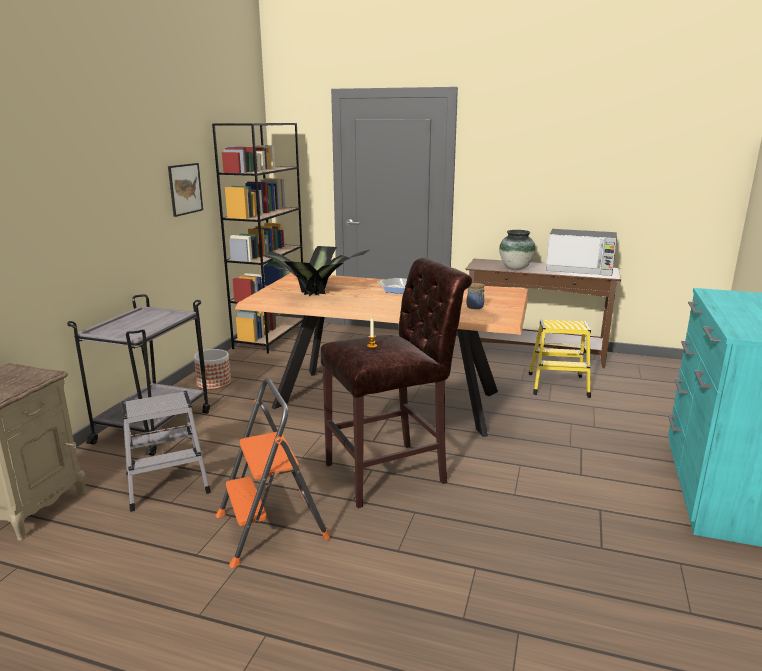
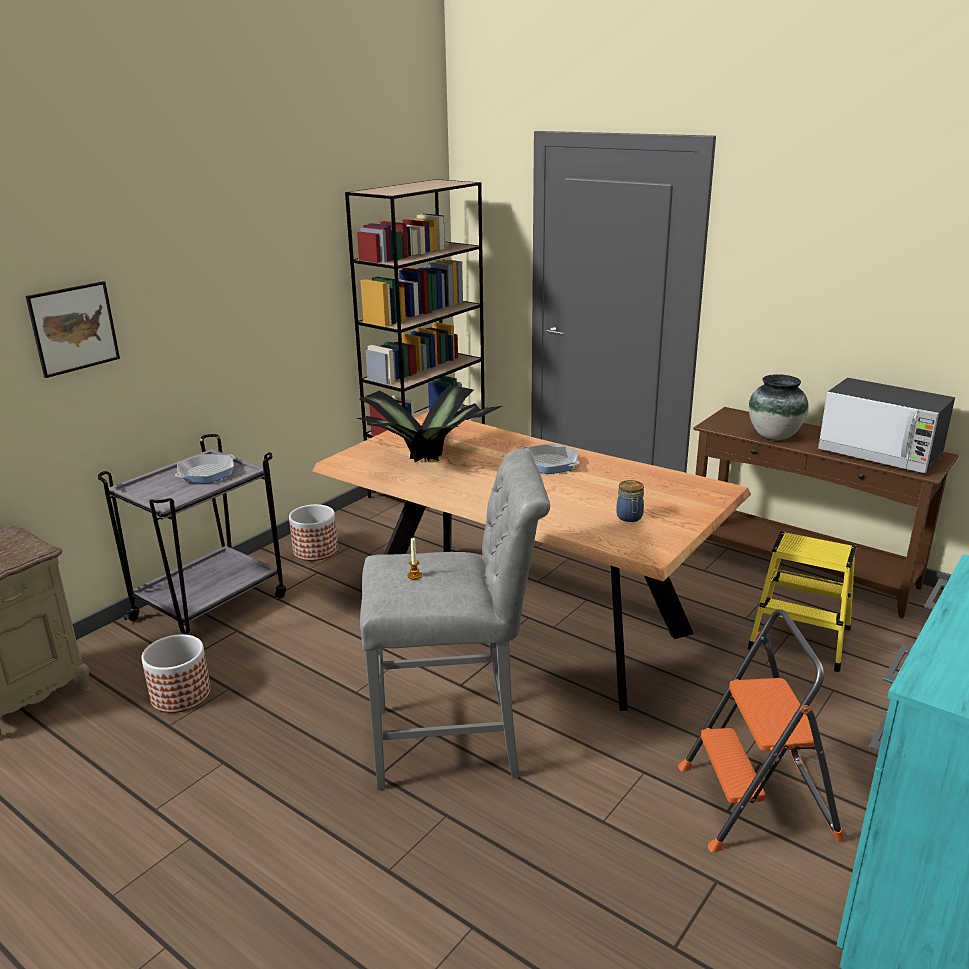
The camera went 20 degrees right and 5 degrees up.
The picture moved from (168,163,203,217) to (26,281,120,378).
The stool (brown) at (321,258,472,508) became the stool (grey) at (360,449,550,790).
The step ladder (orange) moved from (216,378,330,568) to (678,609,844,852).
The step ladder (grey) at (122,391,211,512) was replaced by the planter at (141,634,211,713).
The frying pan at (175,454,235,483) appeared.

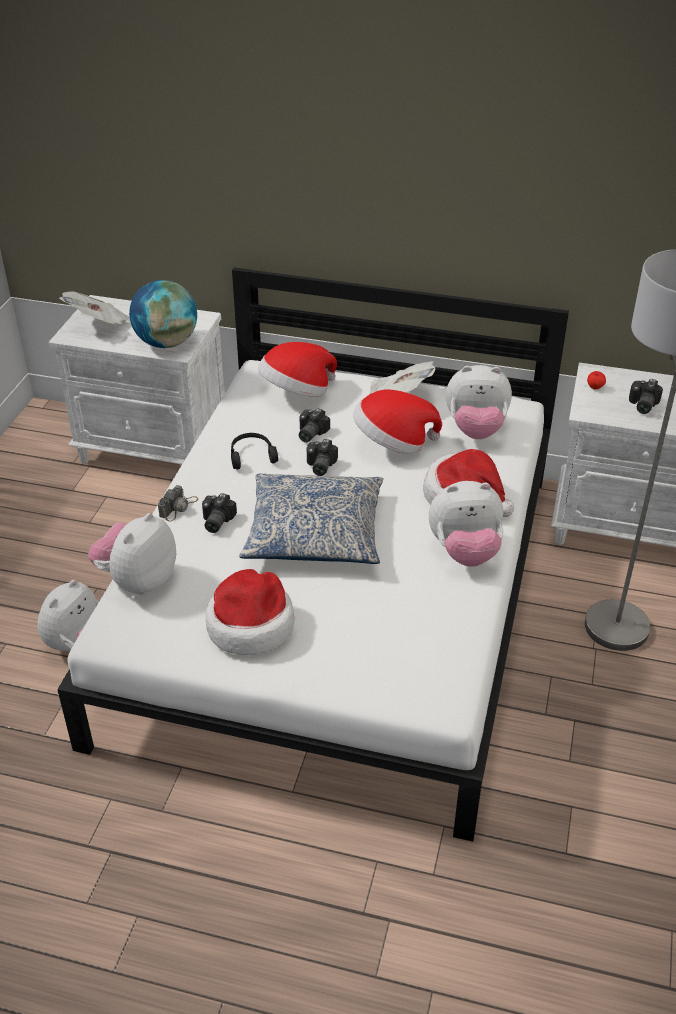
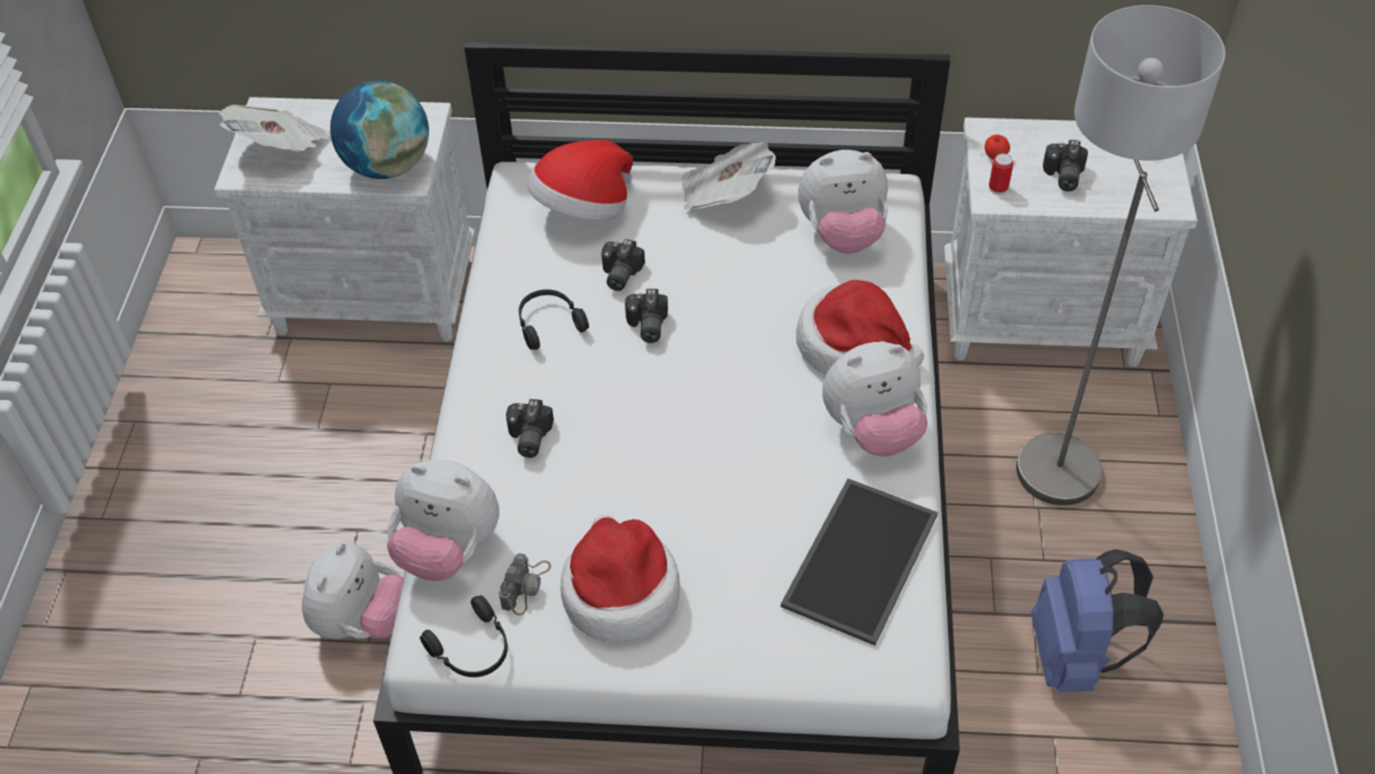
The camera went 10 degrees left and 10 degrees up.
The hat at (353,390,442,454) disappeared.
The pillow at (239,473,383,564) disappeared.
The photo camera moved from (158,485,198,522) to (499,553,551,615).
The plush toy at (88,513,176,595) turned 90 degrees counterclockwise.
The can at (989,153,1013,195) appeared.
The tray at (781,478,938,646) appeared.
The backpack (blue) at (1031,549,1164,692) appeared.
The headphones (black) at (420,595,508,677) appeared.

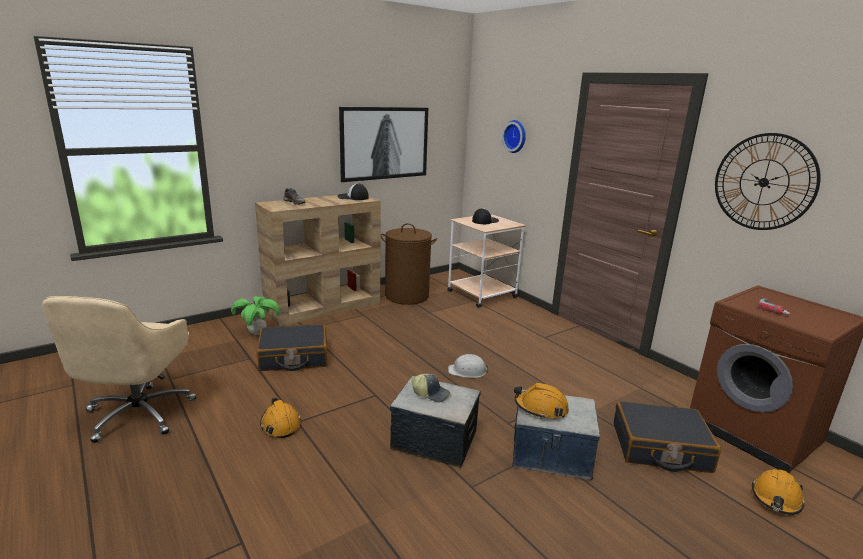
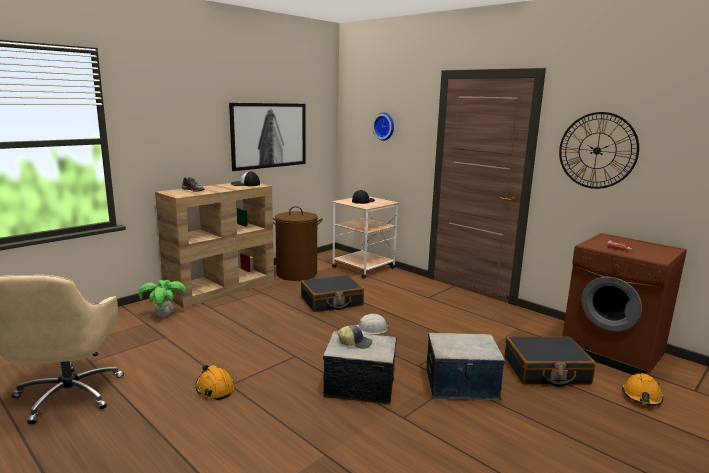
The camera went 10 degrees left and 5 degrees down.
The suitcase (black) moved from (257,324,327,371) to (301,275,364,312).
The hard hat (orange) at (514,383,569,419) disappeared.

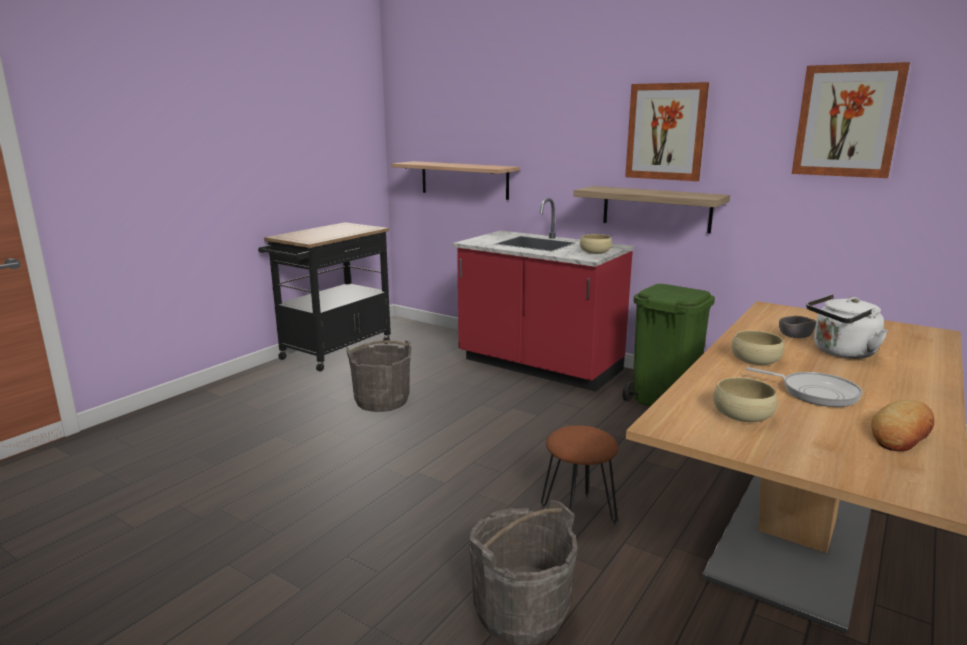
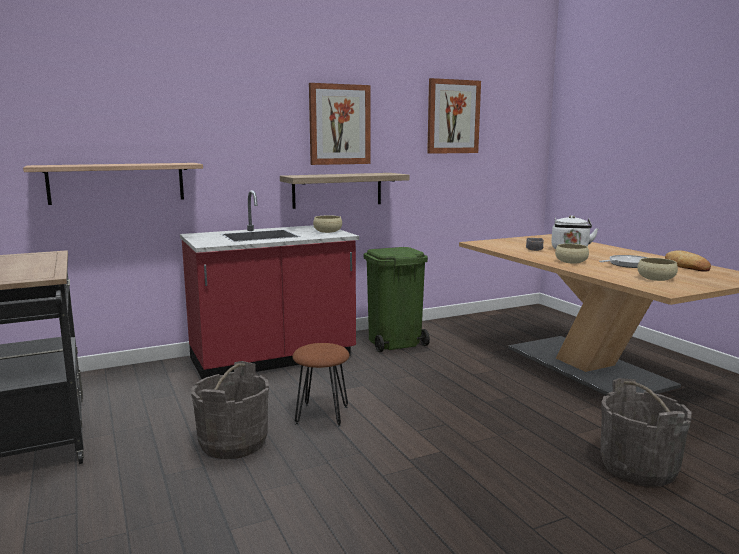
The camera went 60 degrees left and 5 degrees down.
The stool (brown) moved from (541,425,618,525) to (293,343,350,427).

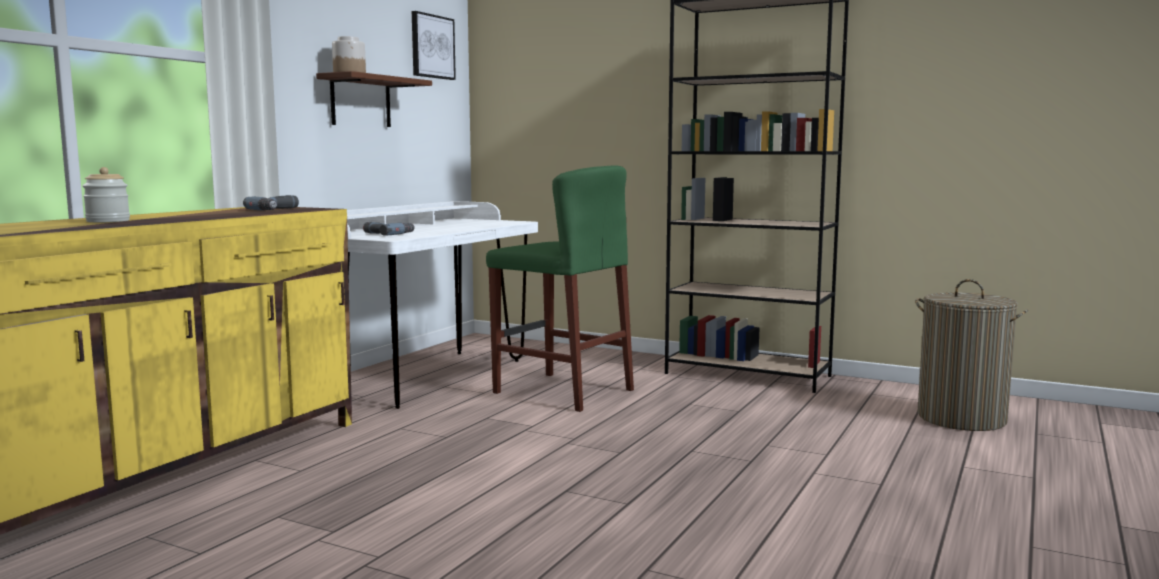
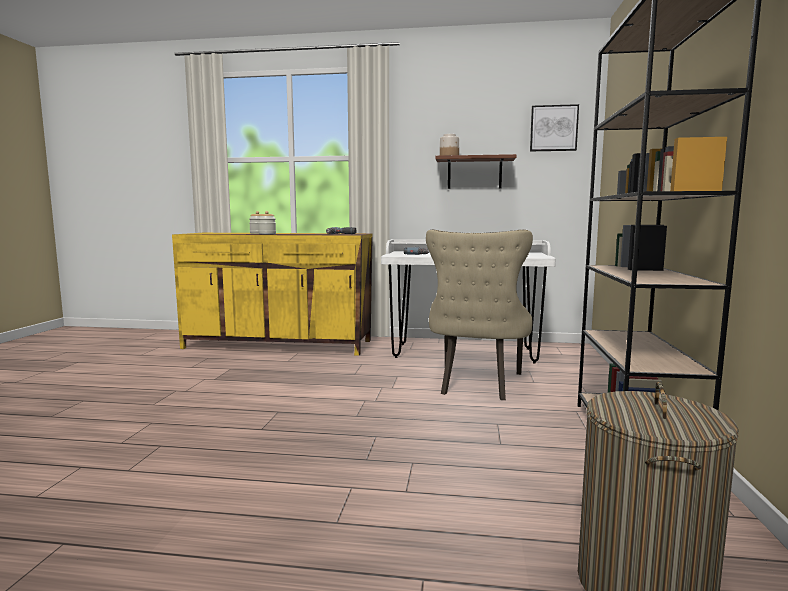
The camera went 70 degrees right and 0 degrees up.
The stool (green) at (486,165,634,412) was replaced by the chair (beige) at (426,229,533,400).
The jar at (258,211,276,234) appeared.

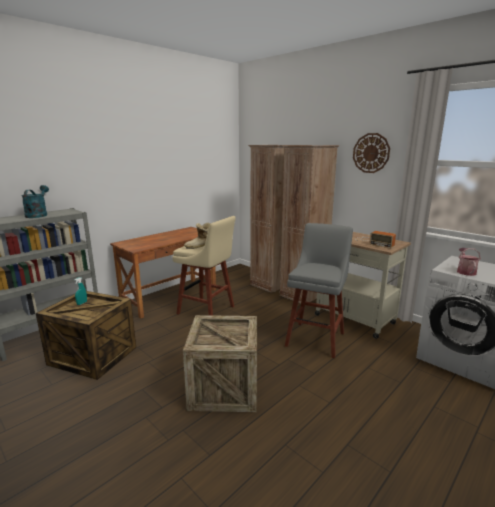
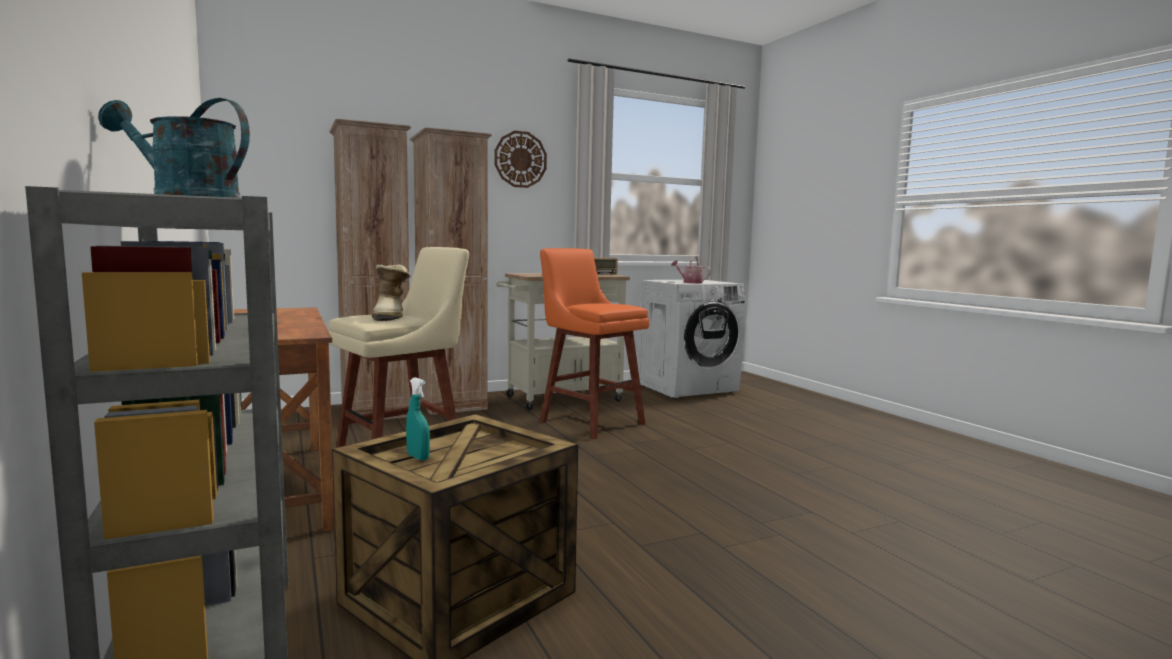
The camera went 70 degrees left and 10 degrees down.
The stool (grey) at (285,223,353,358) became the stool (orange) at (540,248,650,439).
The crate at (183,315,257,412) disappeared.

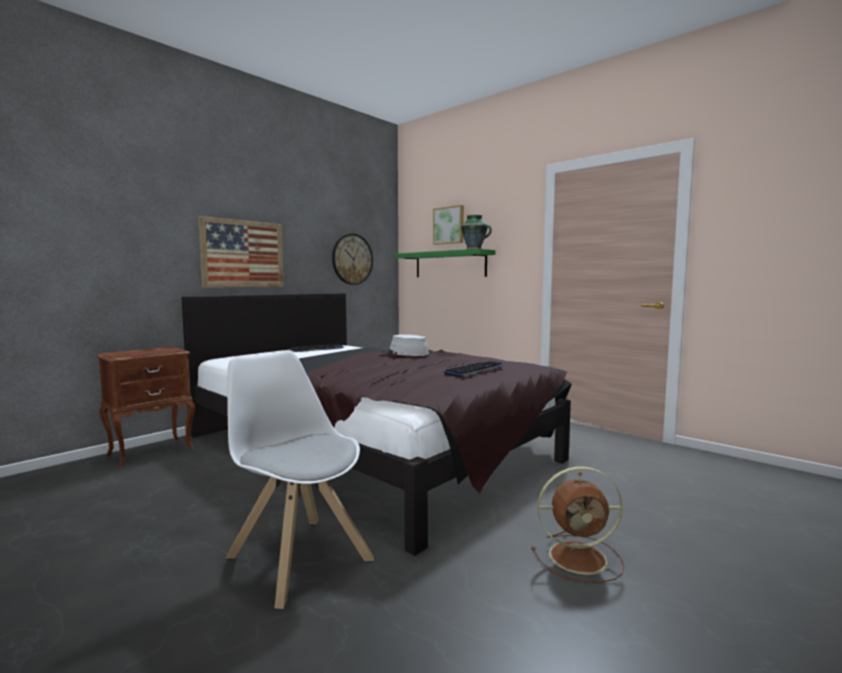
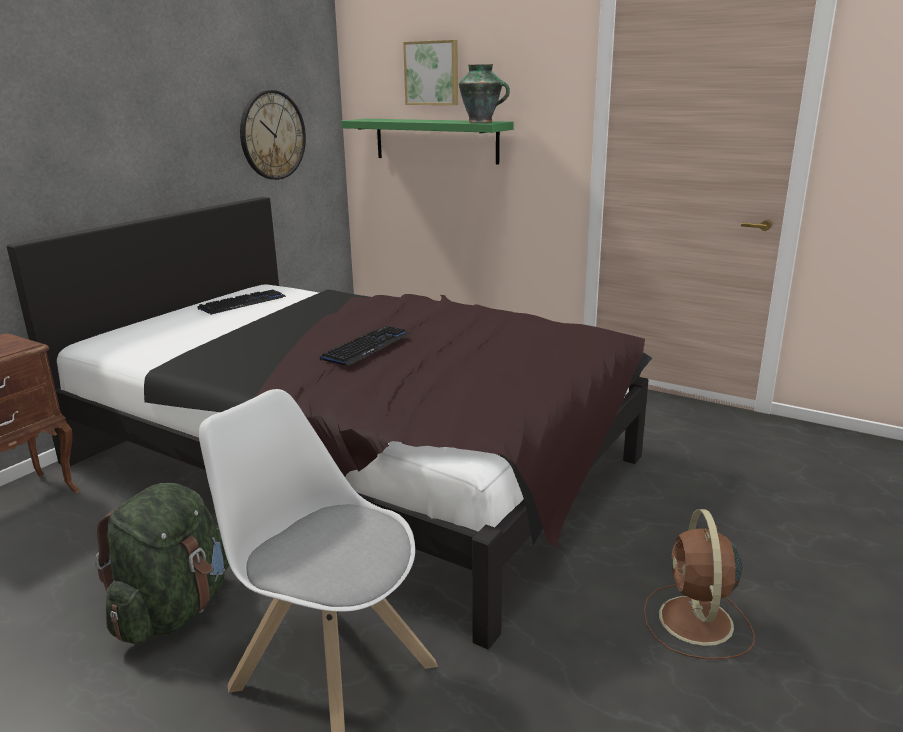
The camera went 10 degrees left and 15 degrees up.
The picture at (198,216,284,288) disappeared.
The hat (grey) at (381,334,429,356) disappeared.
The keyboard moved from (444,361,505,377) to (320,326,410,366).
The fan (brown) at (531,467,624,583) turned 105 degrees clockwise.
The backpack (green) at (95,483,229,644) appeared.

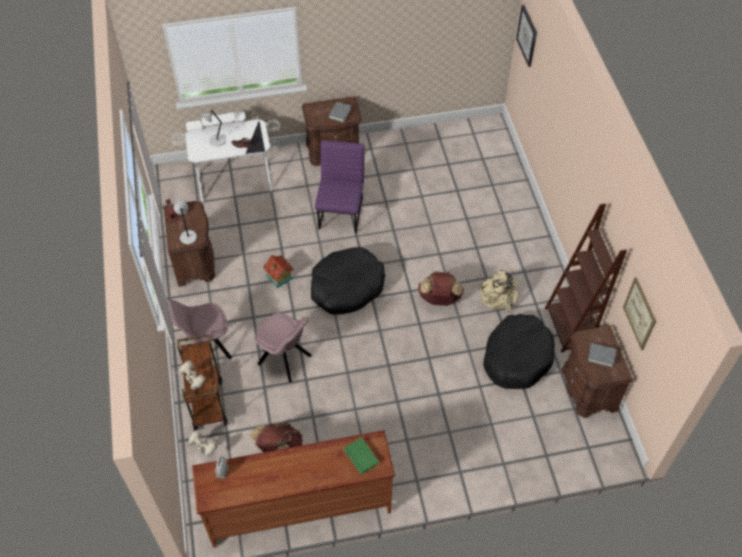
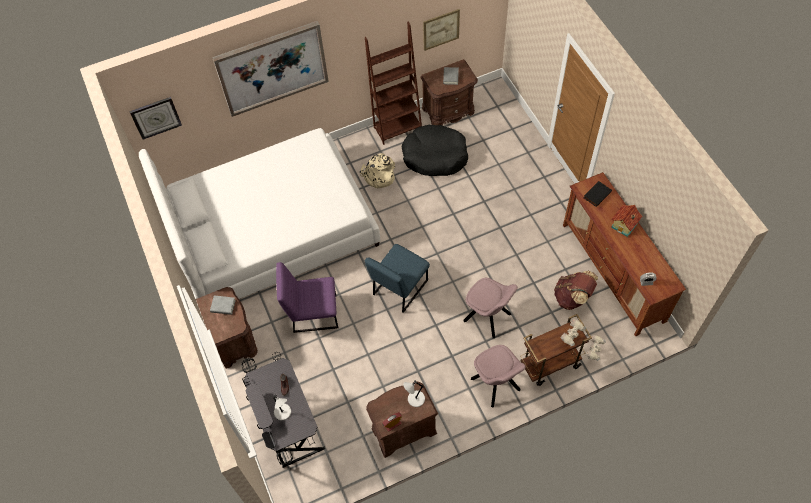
The camera went 100 degrees left and 5 degrees up.
The desk (white) at (172,111,280,202) became the desk (black) at (241,352,325,468).
The dog bed (black) at (311,248,385,315) was replaced by the chair (blue) at (364,244,430,313).
The toy house moved from (263,255,294,288) to (611,205,642,237).
The backpack (brown) at (418,271,464,306) disappeared.
The chair (pink) at (254,313,312,382) turned 105 degrees clockwise.
The book (green) at (343,437,379,475) became the book (black) at (583,181,612,207).
The picture at (212,21,329,117) appeared.
The bed (white) at (139,128,381,299) appeared.

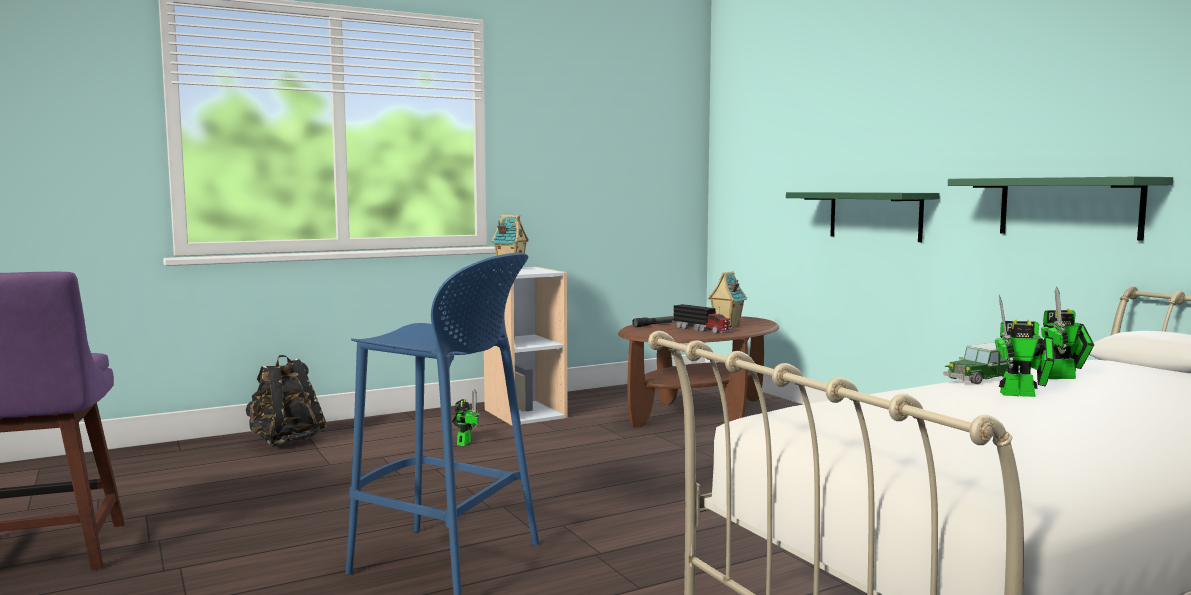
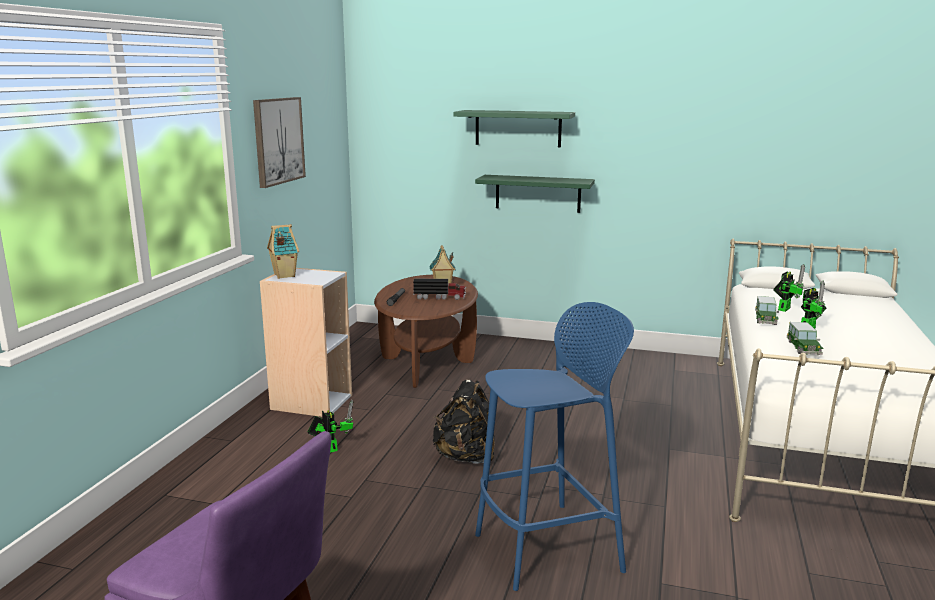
The camera went 45 degrees left and 10 degrees up.
The shelf (green) moved from (948,176,1173,241) to (454,110,575,147).
The backpack (black) moved from (246,355,327,447) to (433,380,495,464).
The picture at (253,97,306,188) appeared.
The toy car at (787,322,824,355) appeared.

